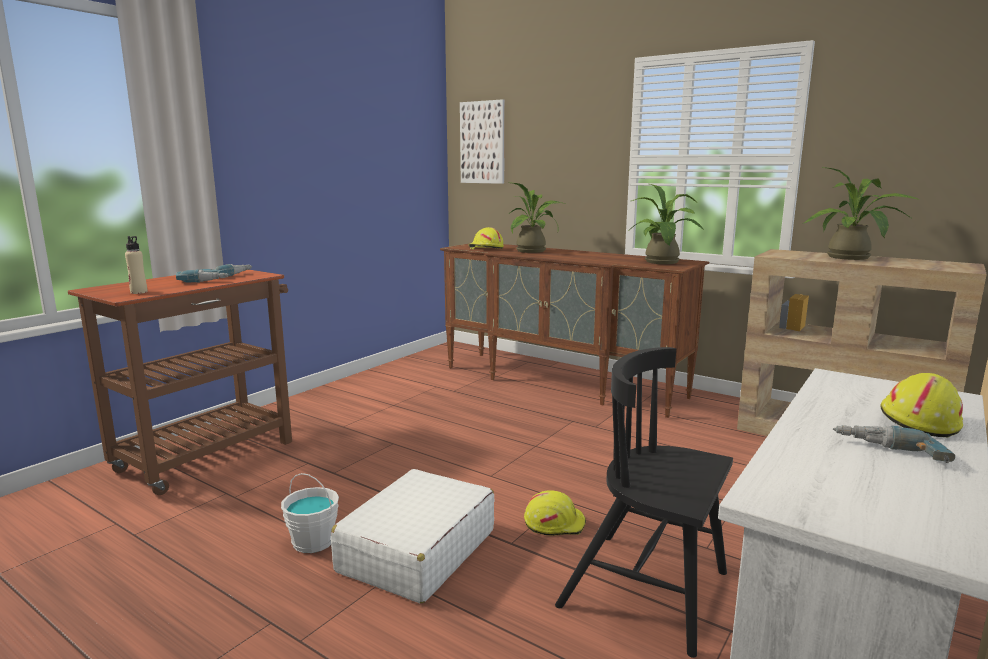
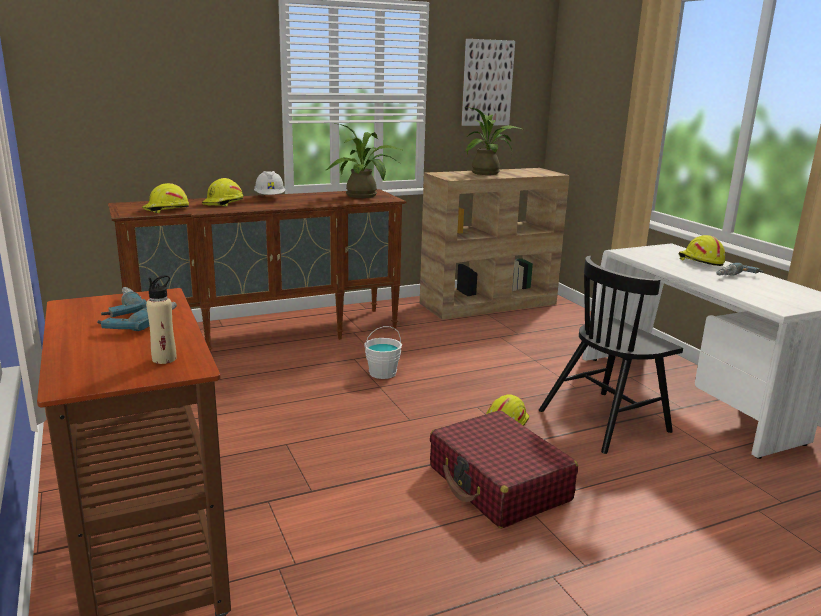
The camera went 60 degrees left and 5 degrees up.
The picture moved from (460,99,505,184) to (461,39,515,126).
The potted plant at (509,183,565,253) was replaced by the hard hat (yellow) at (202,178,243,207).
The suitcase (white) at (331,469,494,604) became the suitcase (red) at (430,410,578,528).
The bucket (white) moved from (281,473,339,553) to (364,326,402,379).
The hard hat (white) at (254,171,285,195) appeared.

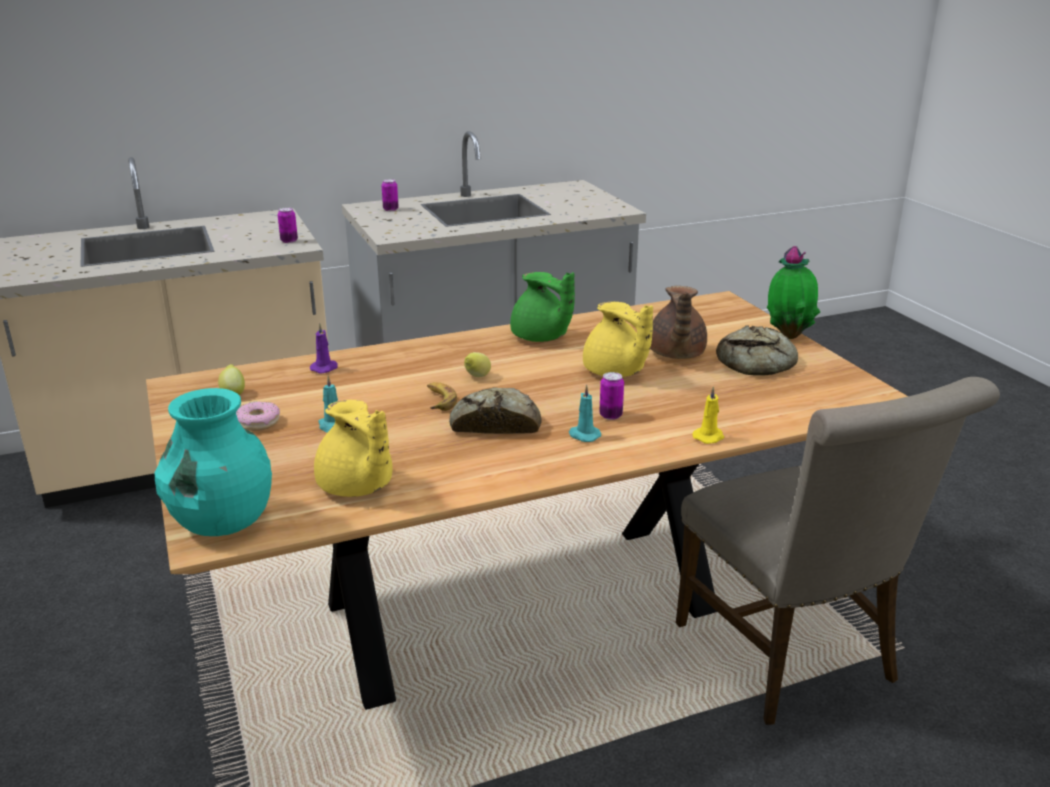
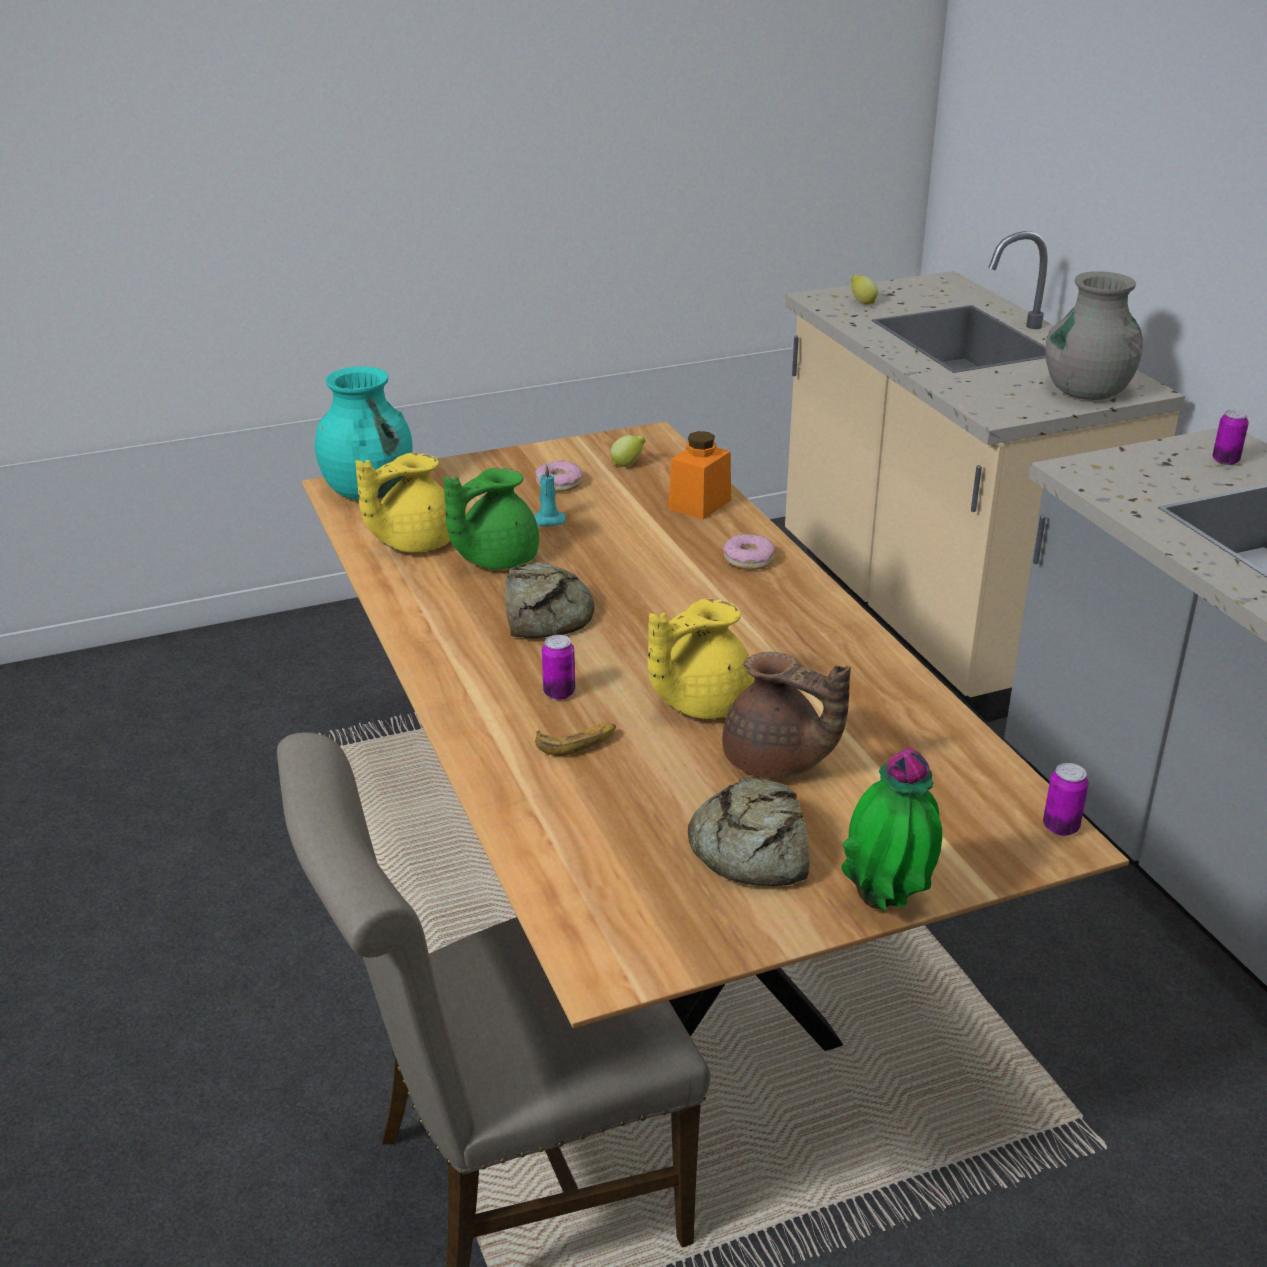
The camera went 90 degrees right and 5 degrees up.
The can moved from (278,208,298,243) to (1043,763,1089,836).
The teapot (green) moved from (510,272,575,342) to (444,468,539,569).
The teapot (brown) at (650,286,707,359) turned 150 degrees counterclockwise.
The candle (purple) at (310,323,338,374) was replaced by the jar (orange) at (668,431,731,520).
The lemon moved from (464,352,491,377) to (851,275,878,304).
The banana moved from (427,382,457,411) to (535,723,616,756).
The candle (turquoise) at (569,385,601,442) disappeared.
The candle (yellow) at (692,386,724,444) disappeared.
The vase (grey) at (1046,271,1143,400) appeared.
The donut at (723,534,775,570) appeared.

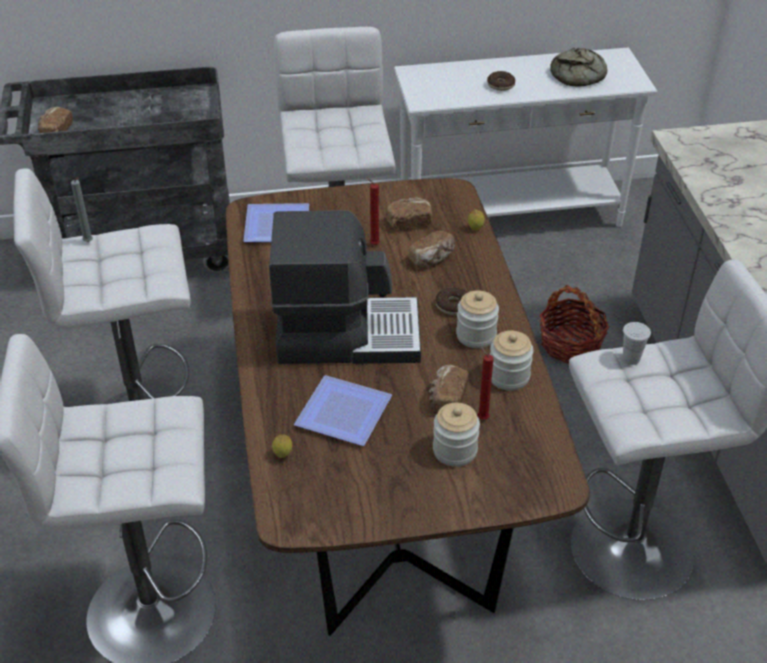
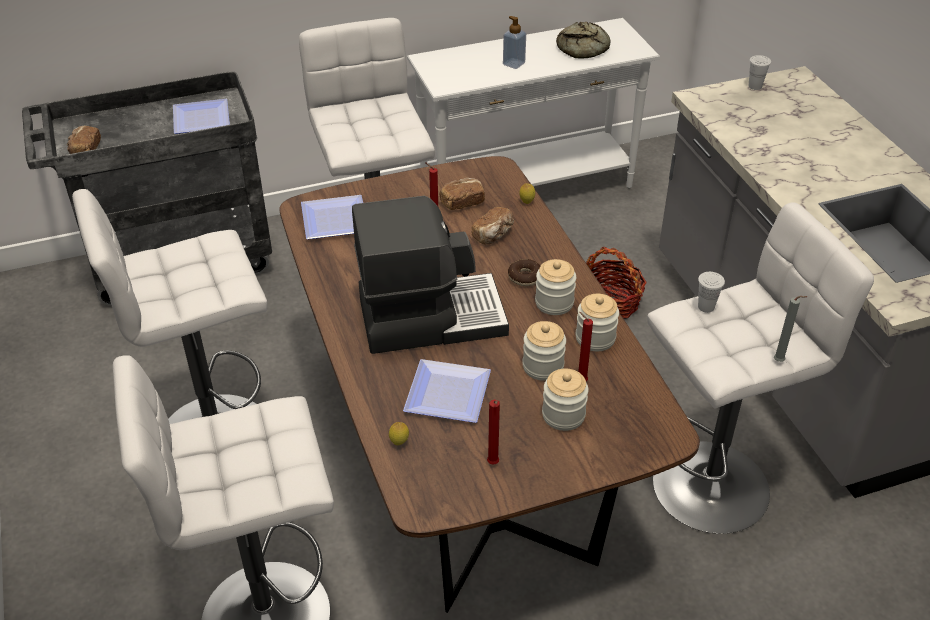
The camera went 10 degrees left and 0 degrees up.
The donut at (487,71,515,91) was replaced by the soap dispenser at (503,16,526,69).
The candle (grey) moved from (71,178,93,242) to (774,296,807,362).
The bread at (429,365,469,413) was replaced by the jar at (522,321,566,381).
The cup (white) at (749,55,771,90) appeared.
The plate at (173,99,230,134) appeared.
The candle (red) at (487,400,500,465) appeared.

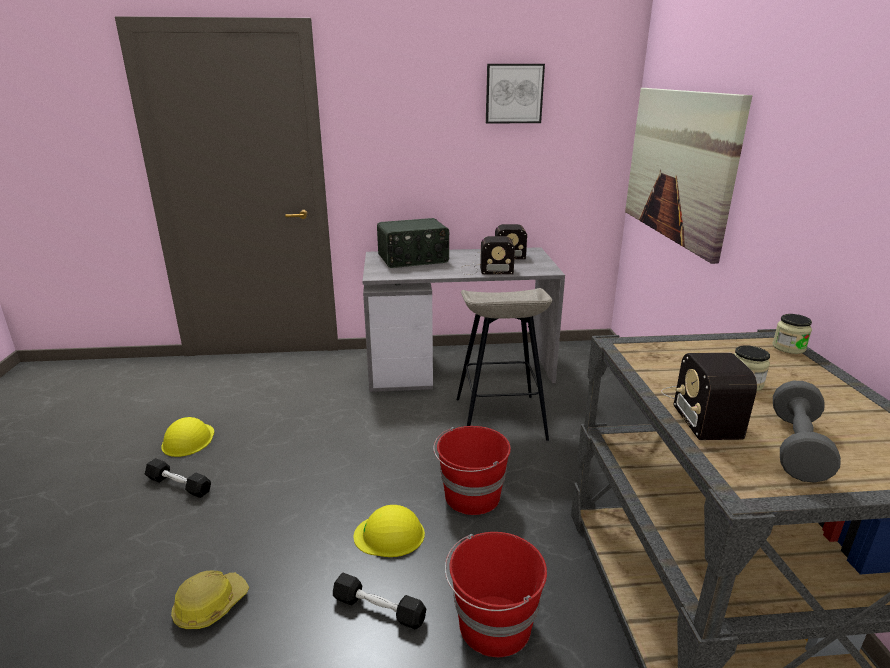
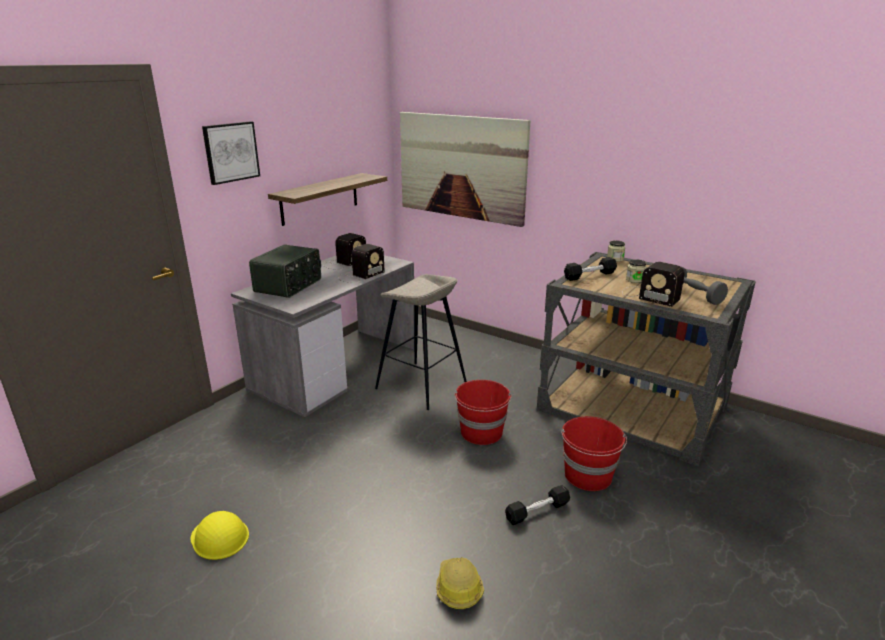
The camera went 50 degrees left and 0 degrees up.
The picture moved from (486,64,545,124) to (202,121,260,185).
The dumbbell (black) moved from (145,458,211,498) to (564,257,617,281).
The hard hat (yellow) at (354,505,425,557) disappeared.
The shelf at (268,173,387,226) appeared.

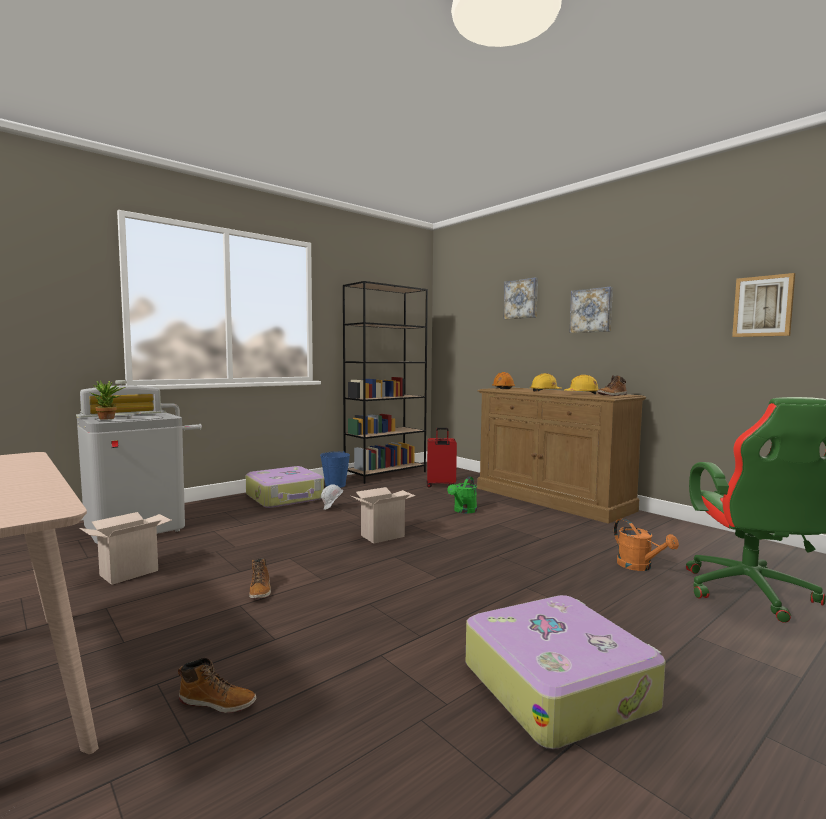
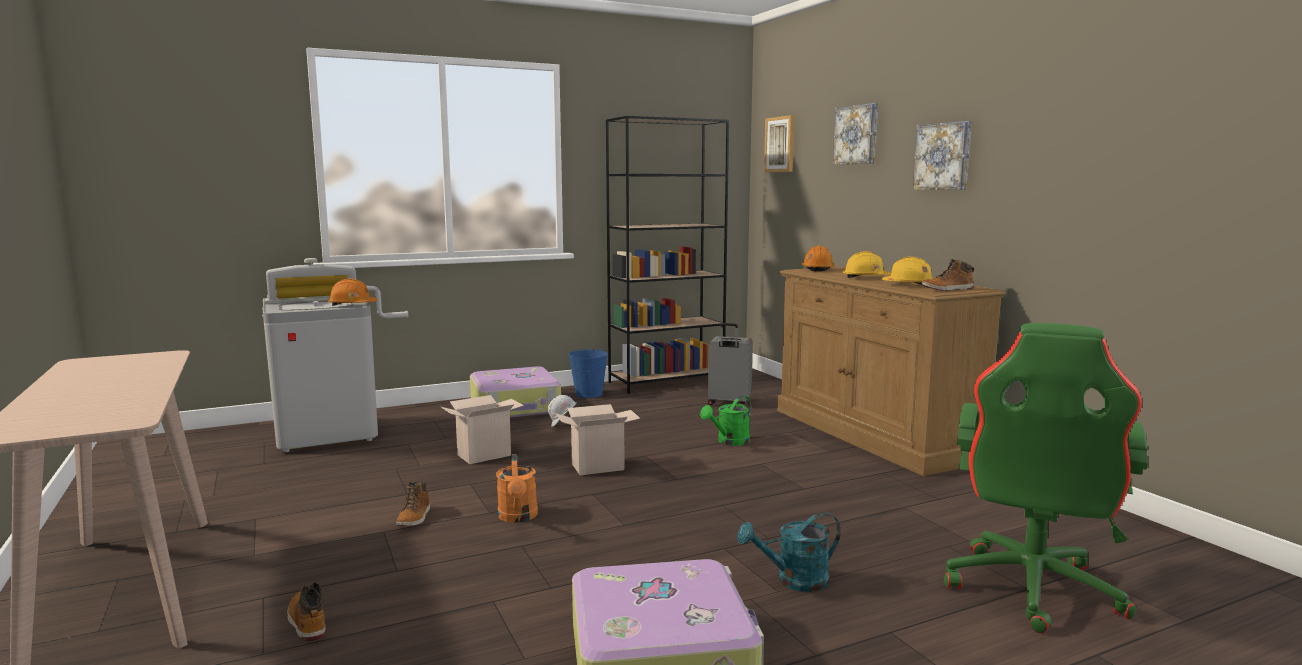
The camera went 15 degrees right and 5 degrees up.
The picture moved from (732,273,795,337) to (764,115,794,172).
The potted plant at (90,381,125,420) disappeared.
The suitcase (red) at (427,428,457,488) became the suitcase (grey) at (708,323,753,405).
The cardboard box moved from (79,512,172,585) to (441,395,524,464).
The watering can (orange) moved from (614,519,679,571) to (496,454,538,523).
The boot at (178,658,256,713) turned 150 degrees counterclockwise.
The hard hat (orange) at (328,279,378,306) appeared.
The watering can (turquoise) at (737,512,841,592) appeared.

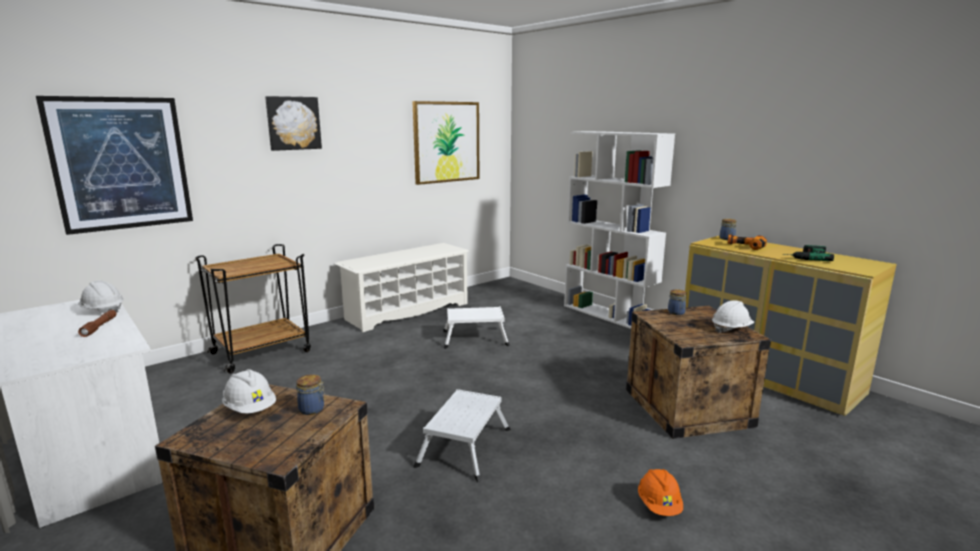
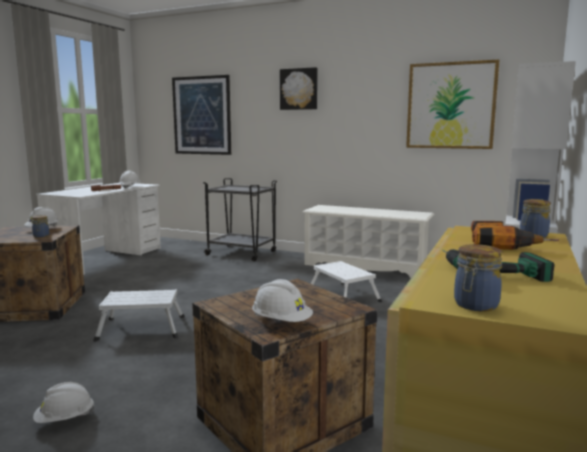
The camera went 65 degrees right and 5 degrees down.
The cart (brown) at (195,244,311,373) became the cart (grey) at (203,178,277,261).
The jar moved from (668,289,687,315) to (454,244,502,311).
The hard hat (orange) at (638,469,683,516) became the hard hat (white) at (33,382,95,423).

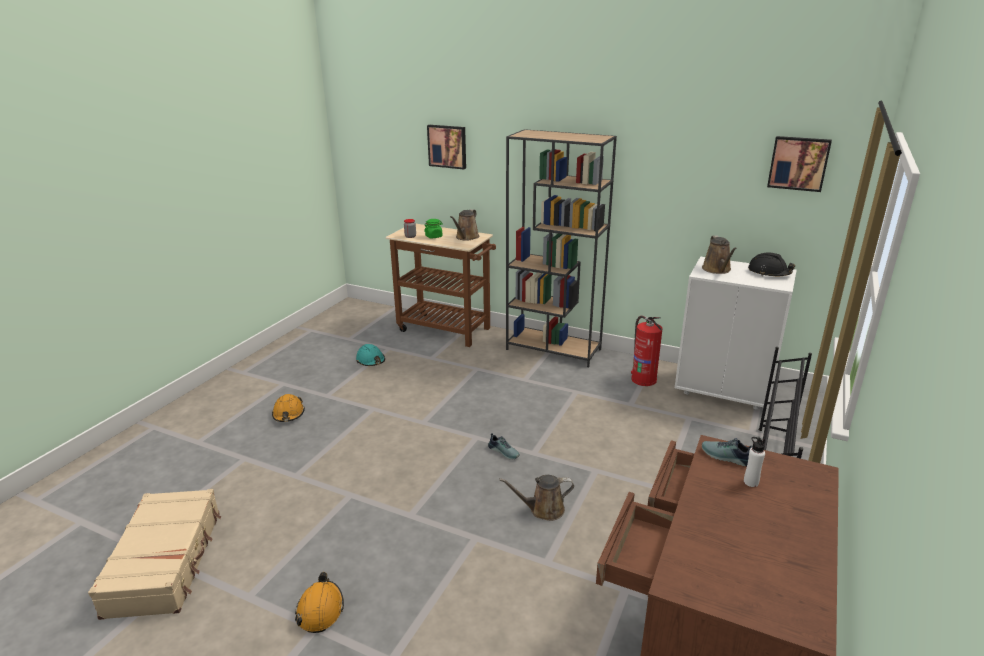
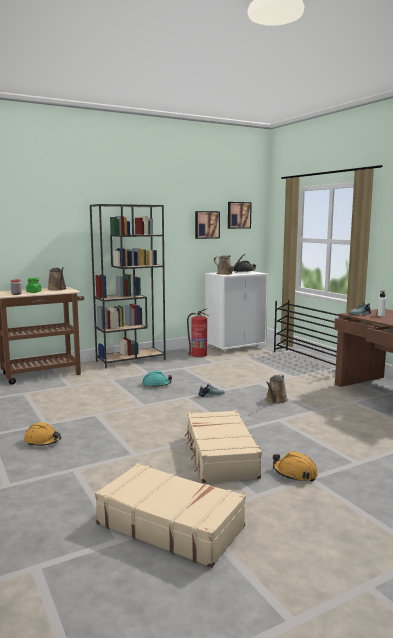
The camera went 55 degrees left and 15 degrees down.
The picture moved from (427,125,466,169) to (195,211,220,239).
The hard hat (turquoise) moved from (356,344,385,366) to (142,371,172,388).
The suitcase (beige) at (185,410,262,483) appeared.

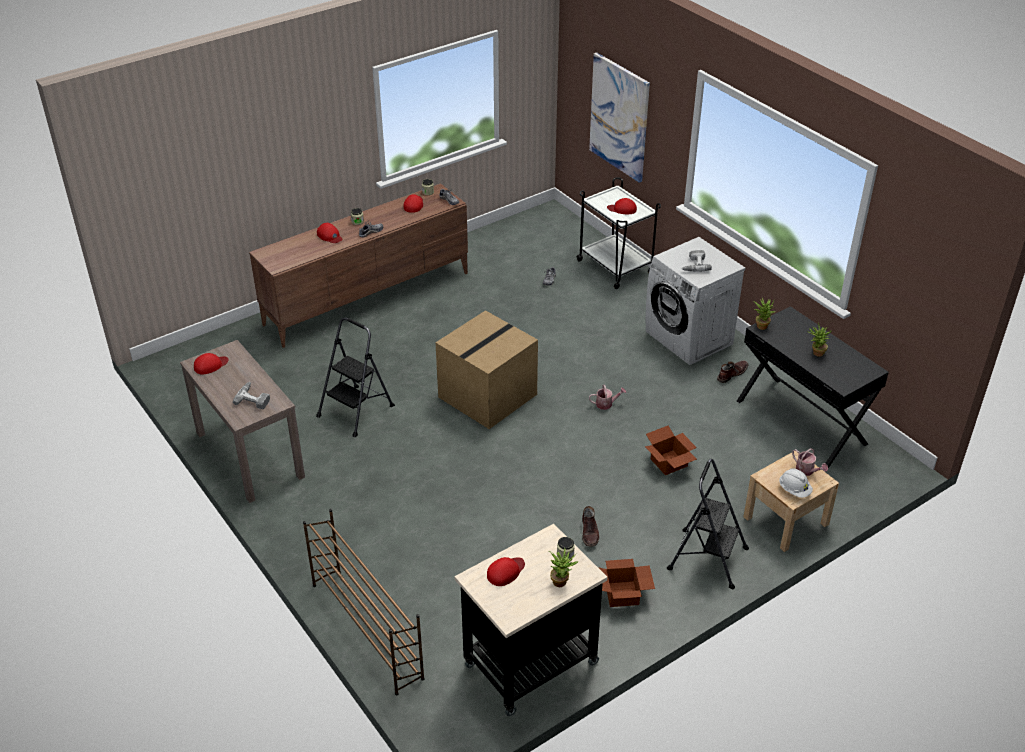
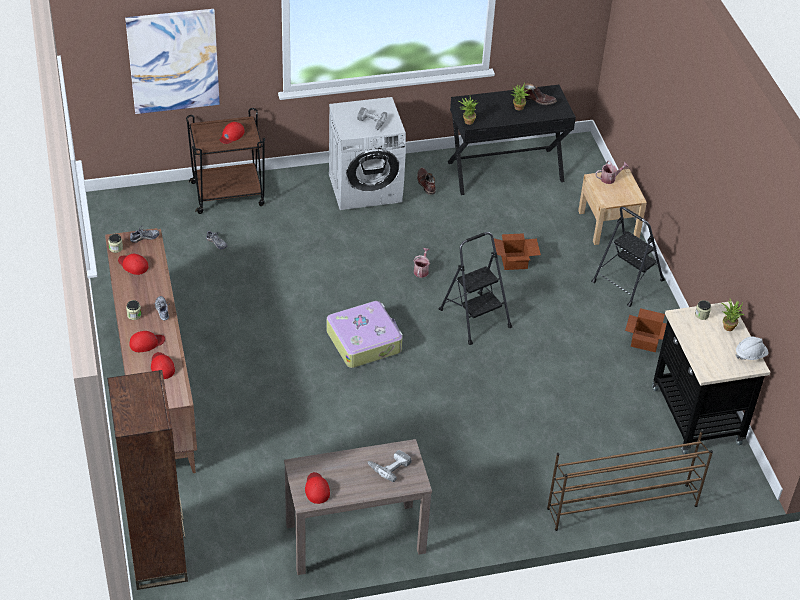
The camera went 70 degrees left and 5 degrees up.
The cart (white) at (576,177,661,289) became the cart (brown) at (186,108,265,214).
The cardboard box at (435,310,538,429) was replaced by the suitcase at (327,301,403,368).
The step ladder (black) moved from (316,317,395,437) to (438,232,512,345).
The hard hat (white) moved from (779,468,813,498) to (736,336,769,360).
The boot (brown) moved from (582,506,599,547) to (522,83,557,105).
The cap (red) moved from (487,557,525,586) to (151,352,175,379).
The bookcase (brown) at (107,370,188,590) appeared.

